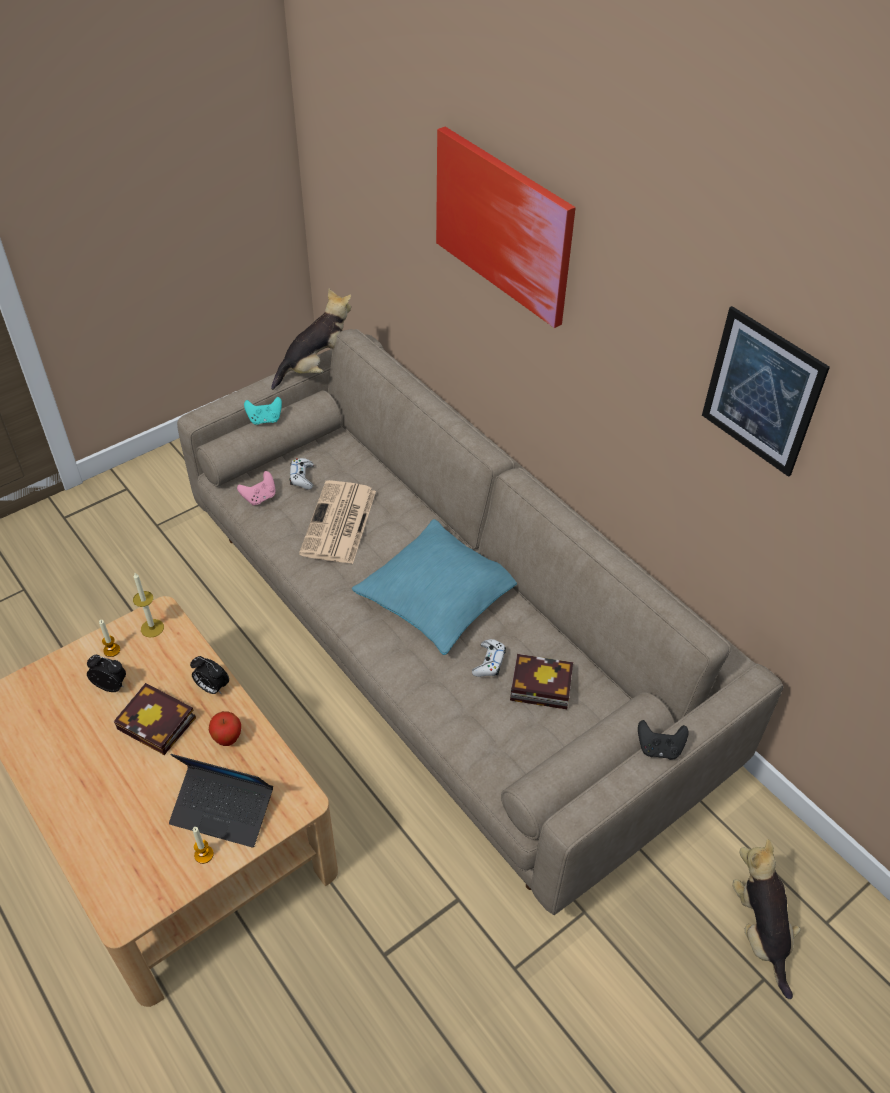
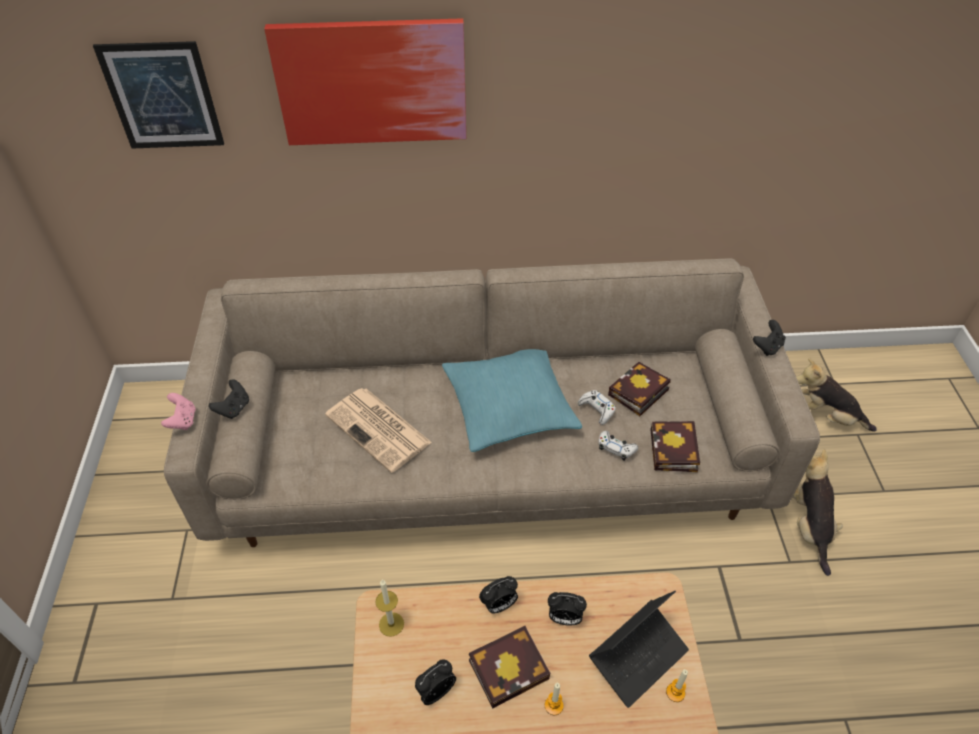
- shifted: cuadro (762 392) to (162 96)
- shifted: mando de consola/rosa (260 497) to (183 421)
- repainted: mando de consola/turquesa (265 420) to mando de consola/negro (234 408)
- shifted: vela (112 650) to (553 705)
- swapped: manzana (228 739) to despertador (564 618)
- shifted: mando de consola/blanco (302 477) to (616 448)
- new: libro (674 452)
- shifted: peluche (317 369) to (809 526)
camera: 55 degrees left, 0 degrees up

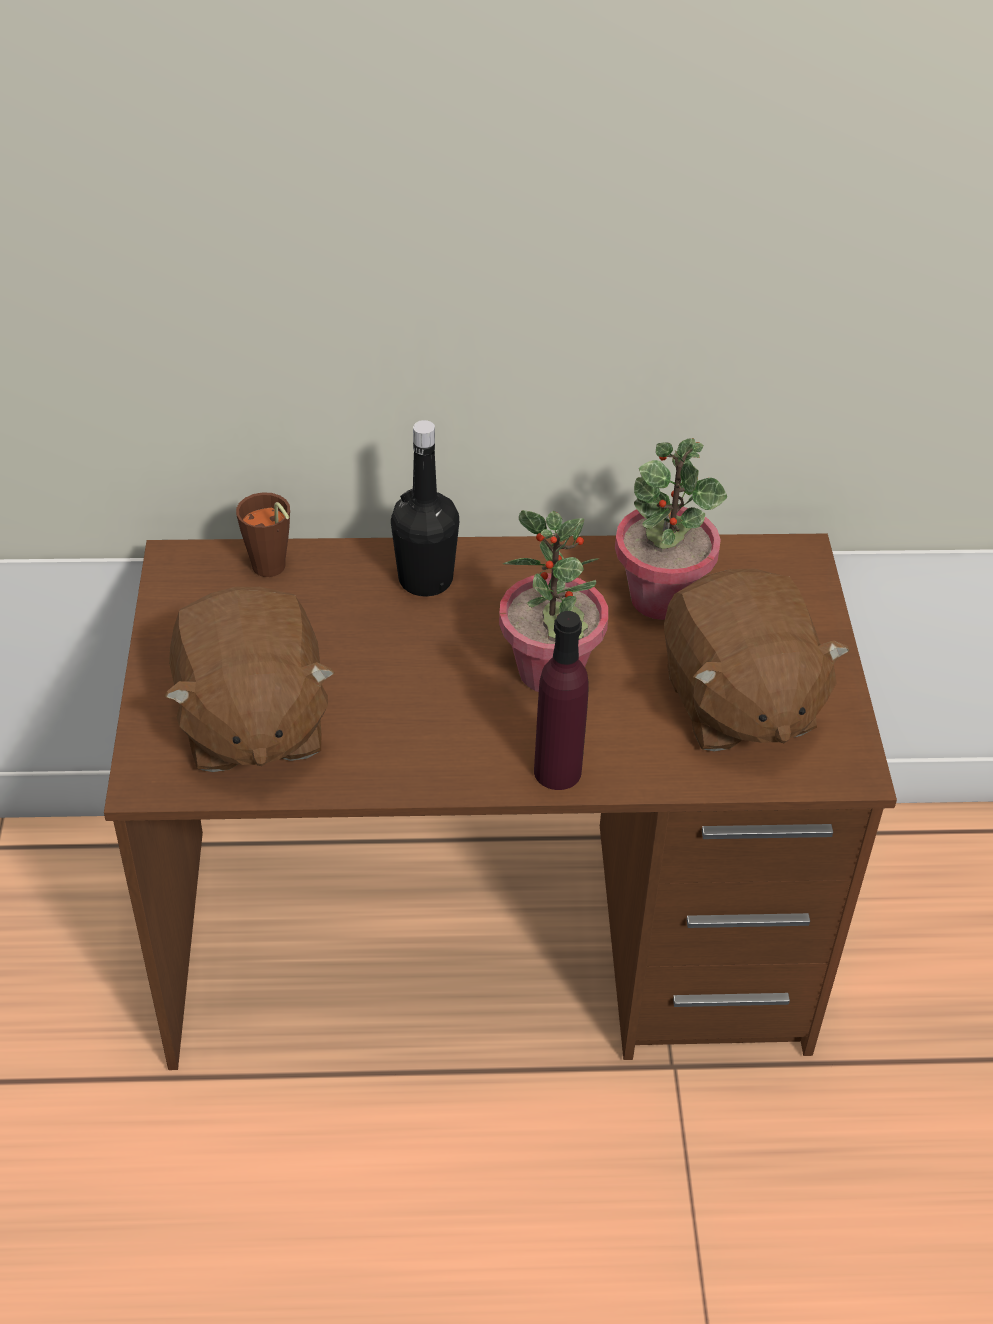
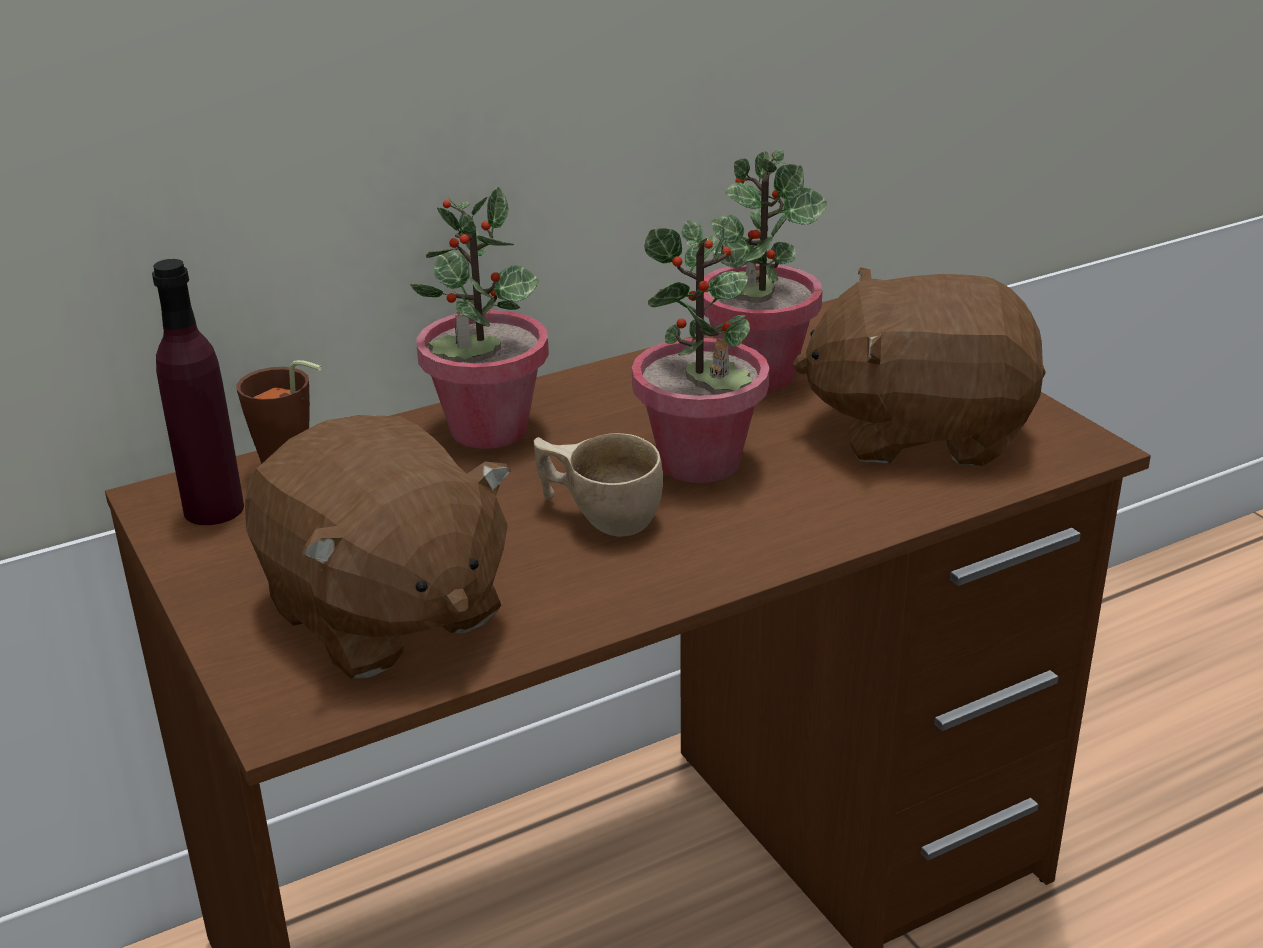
- shifted: botella/morado (557 771) to (214 509)
- swapped: botella/negro (425 579) to planta en maceta (488 430)
- new: taza/beis (599 515)
- rotated: peluche/marrón (737 704) = (919 430) 135 degrees clockwise
camera: 25 degrees left, 15 degrees down

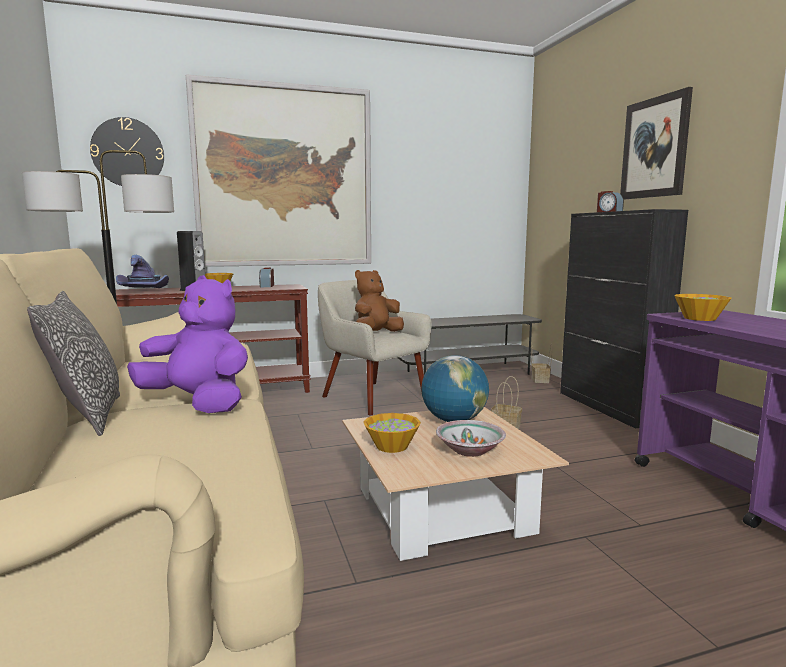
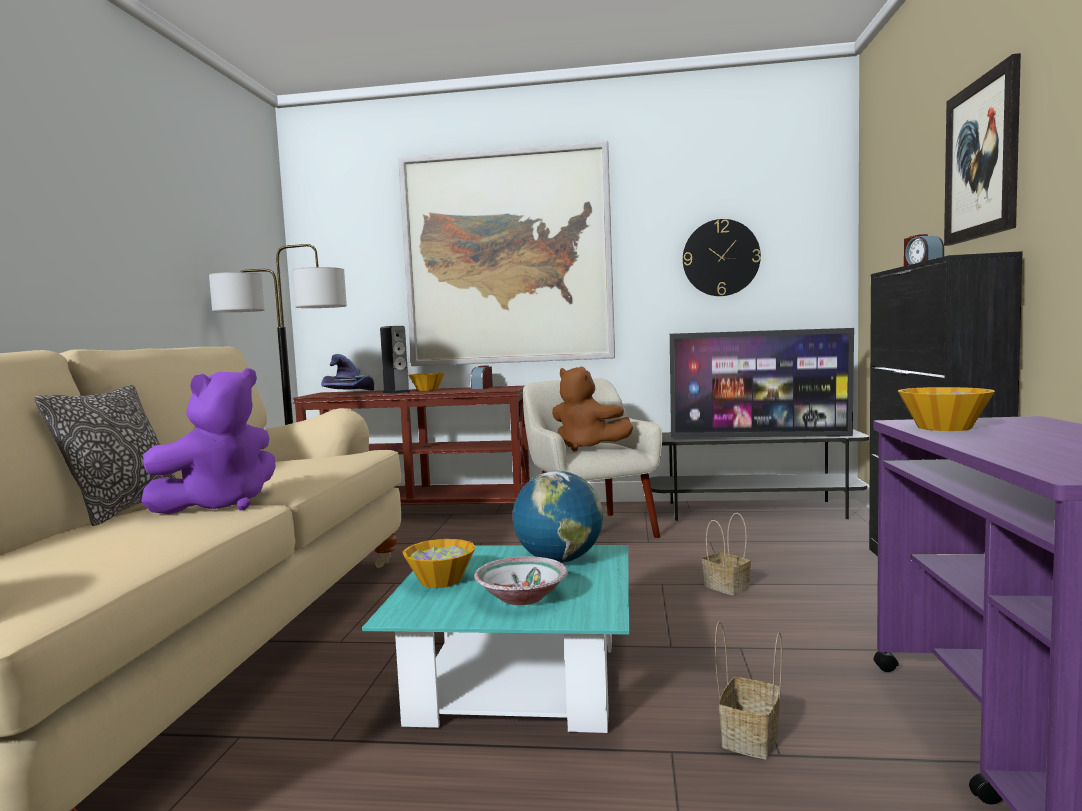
- rotated: peluche/morado (199 404) = (220 505) 75 degrees clockwise
- repainted: mesa de centro/beis (442 510) to mesa de centro/turquesa (518 678)
- rotated: peluche/marrón (376 334) = (587 447) 120 degrees counterclockwise
- new: televisor (759 437)
- shifted: reloj de pared (128 153) to (721 258)
- shifted: cesta (539 380) to (749 736)
camera: 25 degrees right, 5 degrees down

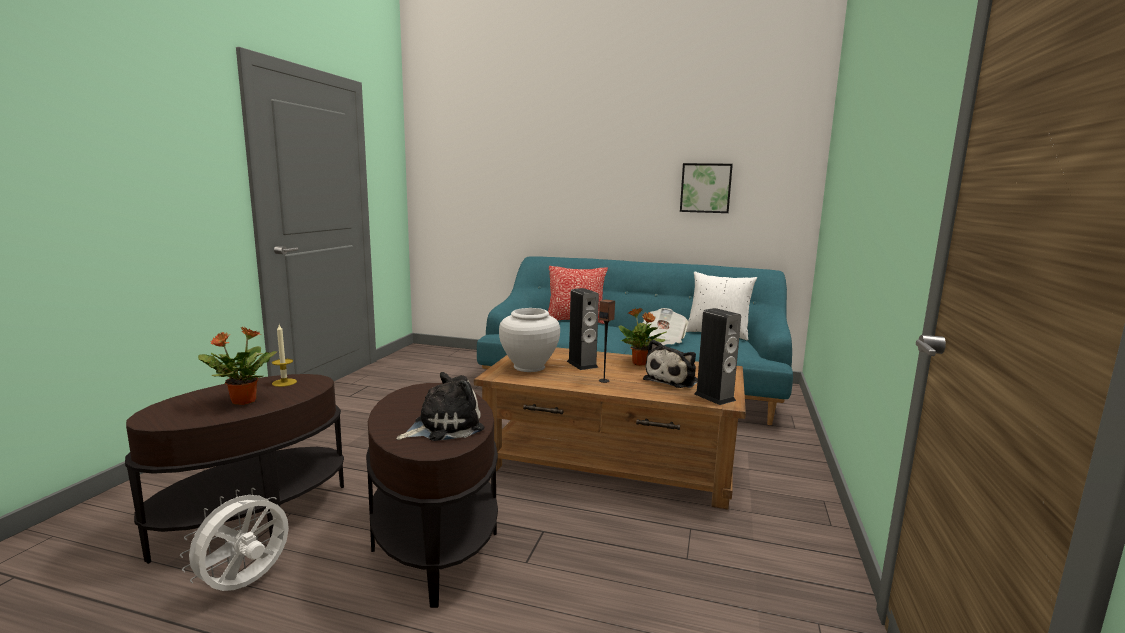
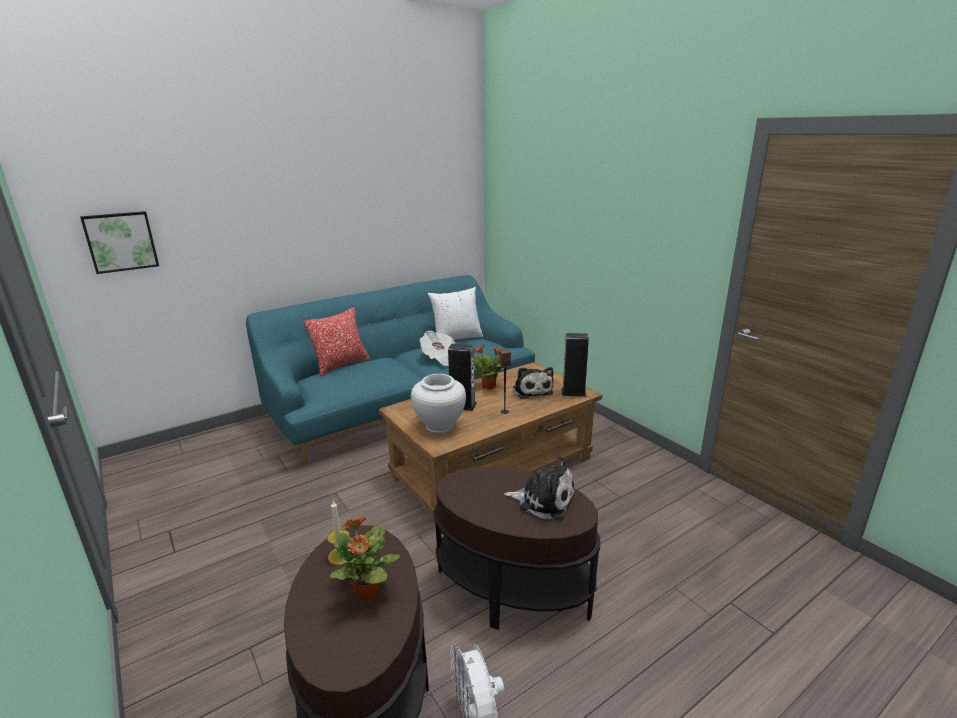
- shifted: cuadro (705 188) to (121 241)
- rotated: peluche (444 426) = (543 500) 105 degrees clockwise
camera: 50 degrees left, 10 degrees up

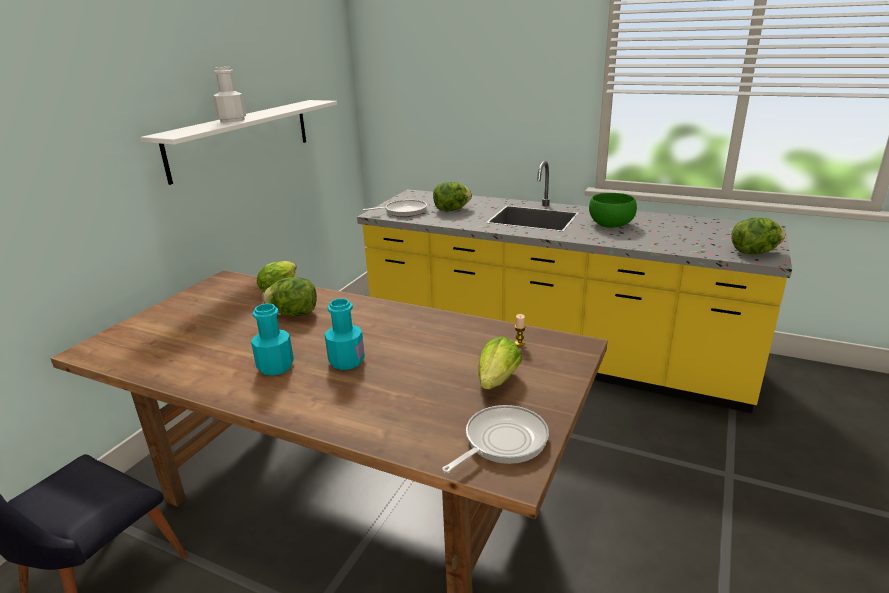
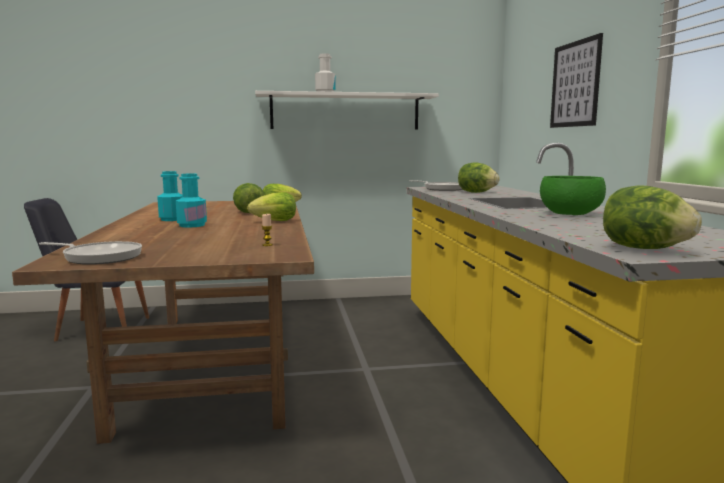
- shifted: lechuga (498 381) to (275 221)
- new: cuadro (575 84)
camera: 55 degrees right, 15 degrees down

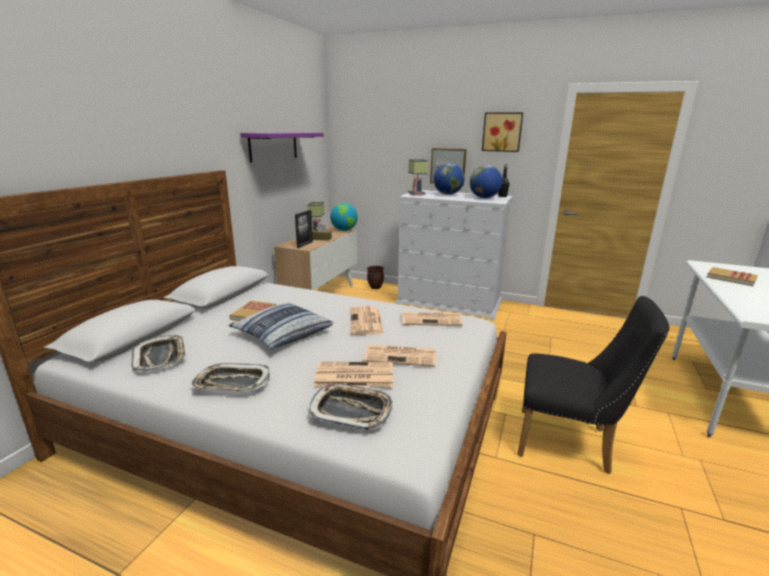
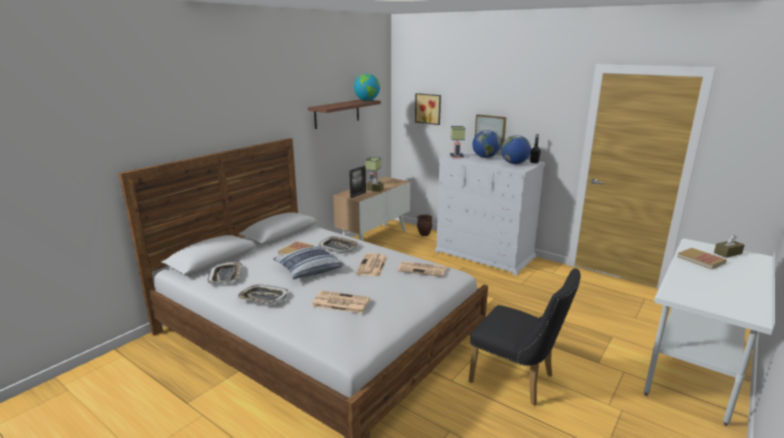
- repainted: estante/morado (273 146) to estante/marrón (337 113)
- shifted: bandeja (351 411) to (339 247)
- shifted: globo terráqueo (344 230) to (367 100)
- shifted: cuadro (502 132) to (428 108)
- new: caja de pañuelos/marrón (727 253)
- gone: periódico (401 356)
camera: 15 degrees right, 0 degrees up

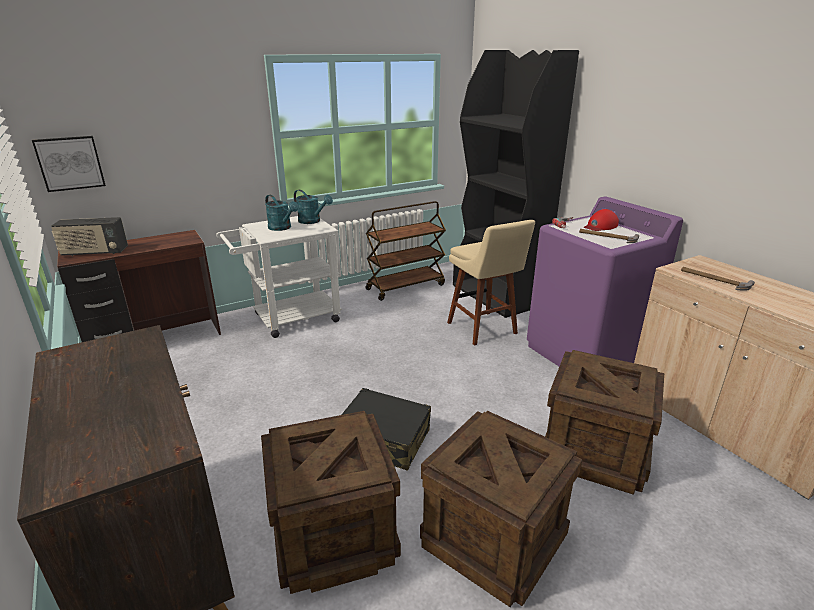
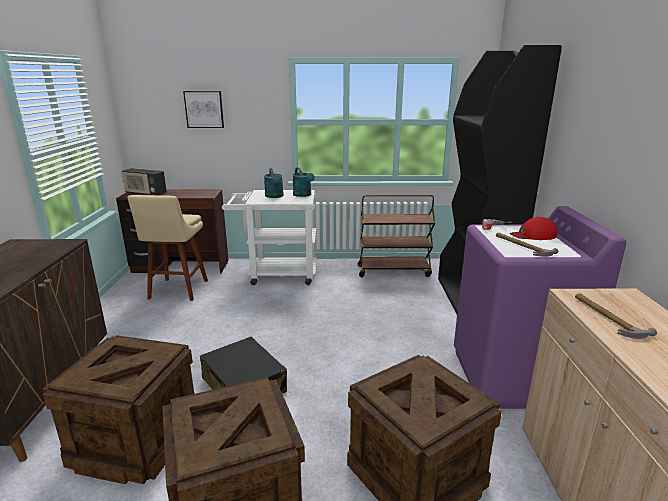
- shifted: taburete/beis (483 329) to (177 291)
- shifted: cuadro (70 163) to (204 109)
camera: 30 degrees right, 5 degrees down

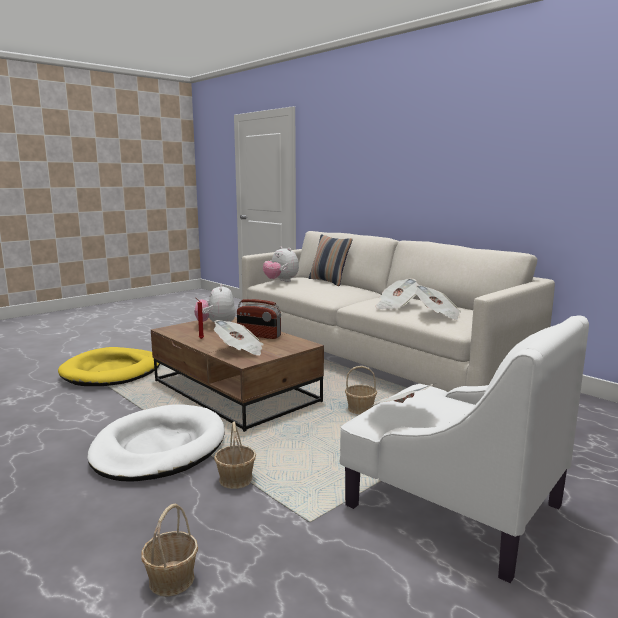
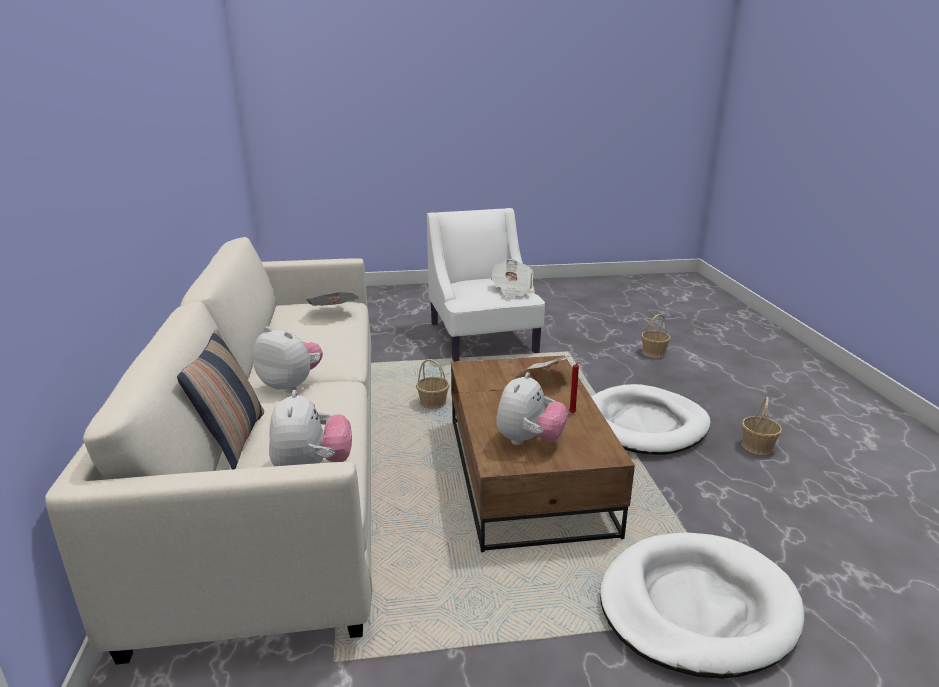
- new: peluche (291 385)
- repainted: cama para perro/amarillo (112 371) to cama para perro/blanco (696 607)
- shifted: cesta (235 479) to (757 446)
- gone: radio (258 335)
- gone: periódico (396 306)
camera: 145 degrees left, 10 degrees up

